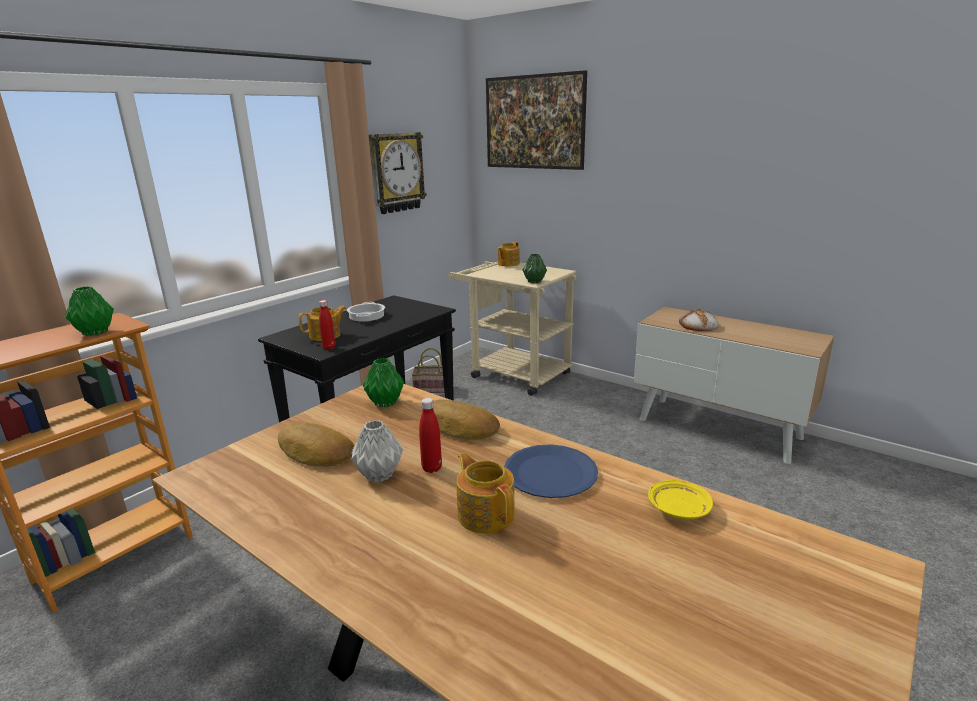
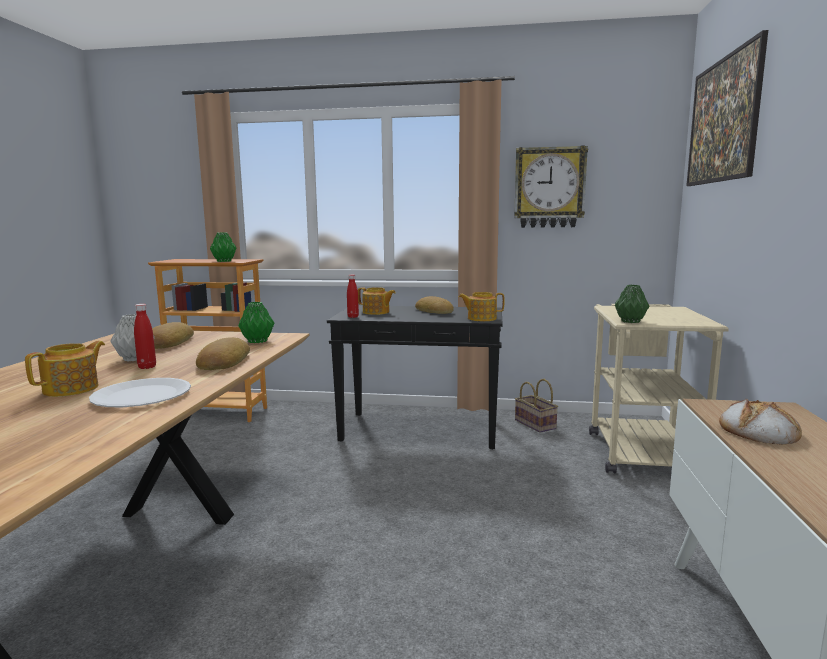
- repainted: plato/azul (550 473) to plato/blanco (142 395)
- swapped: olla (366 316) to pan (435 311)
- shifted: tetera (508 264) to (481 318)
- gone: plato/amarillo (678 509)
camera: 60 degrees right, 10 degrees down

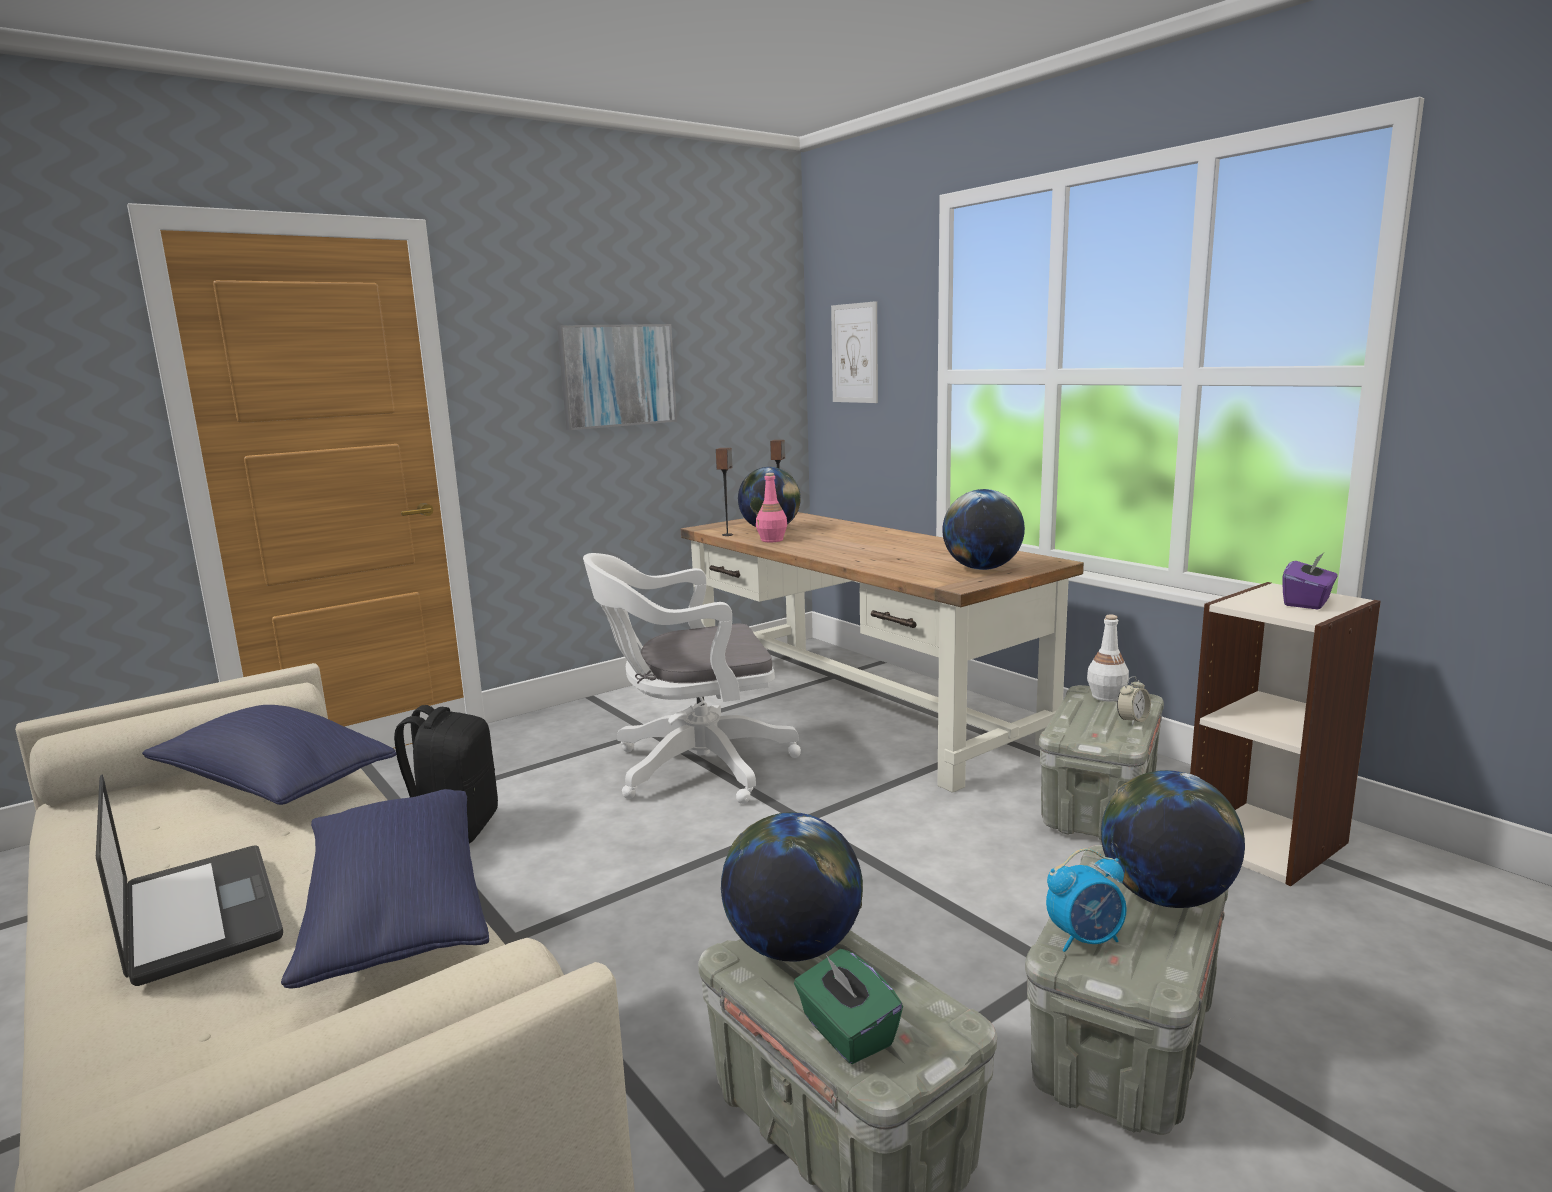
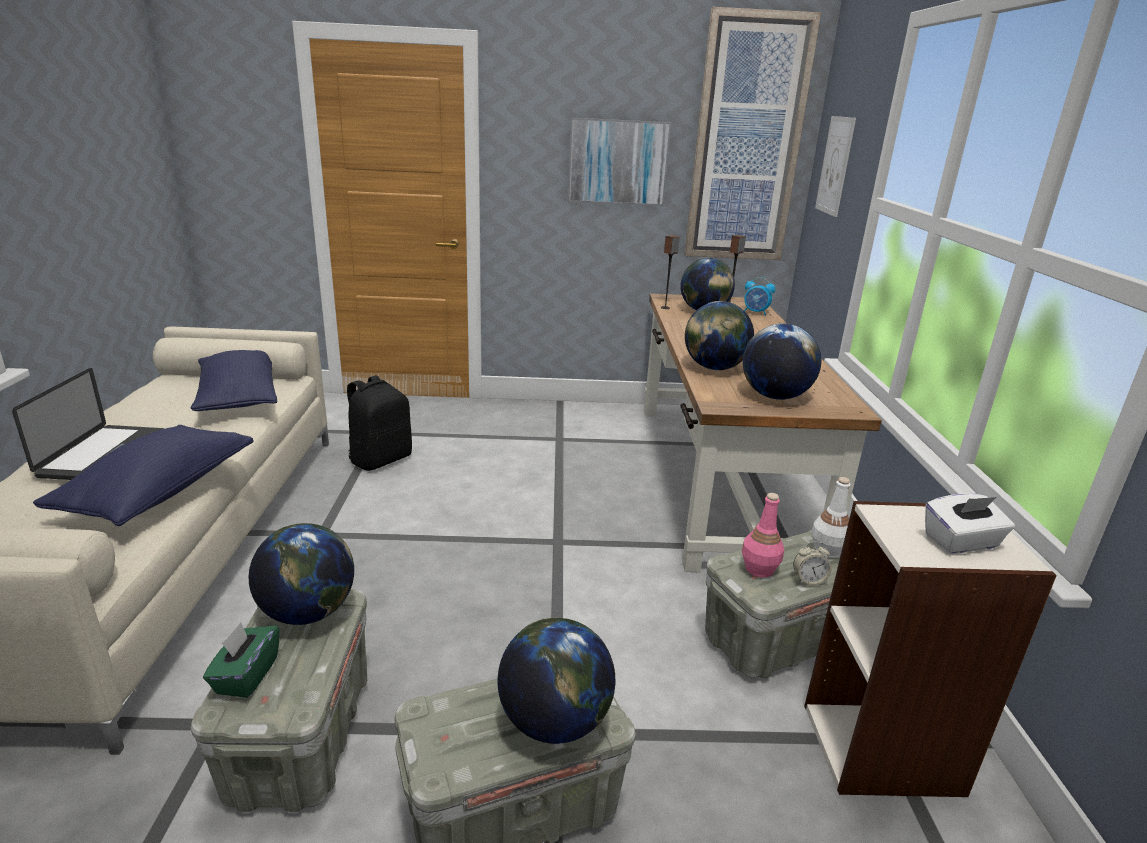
- new: cuadro (747 141)
- new: globo terráqueo (714 368)
- shifted: botella/rosa (772 540) to (759 569)
- shifted: despertador (1085 939) to (755 313)
- repainted: caja de pañuelos/morado (1307 602) to caja de pañuelos/blanco (961 542)
- gone: silla de oficina/blanco (693 767)
camera: 35 degrees right, 10 degrees up

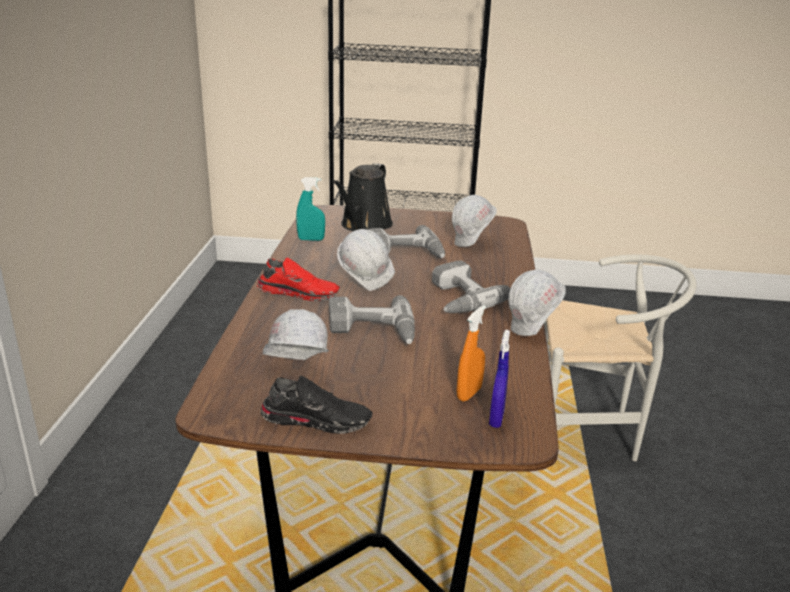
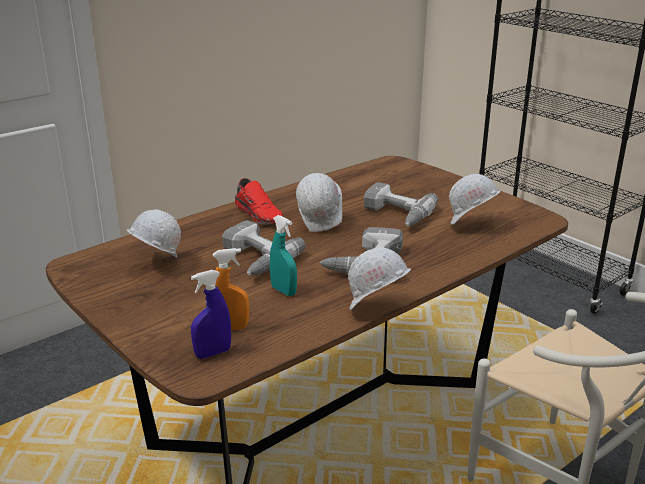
- shifted: pulverizador/turquesa (311 239) to (283 291)
- gone: zapato/negro (317 419)
- gone: regadera/negro (364 225)
camera: 45 degrees right, 0 degrees up

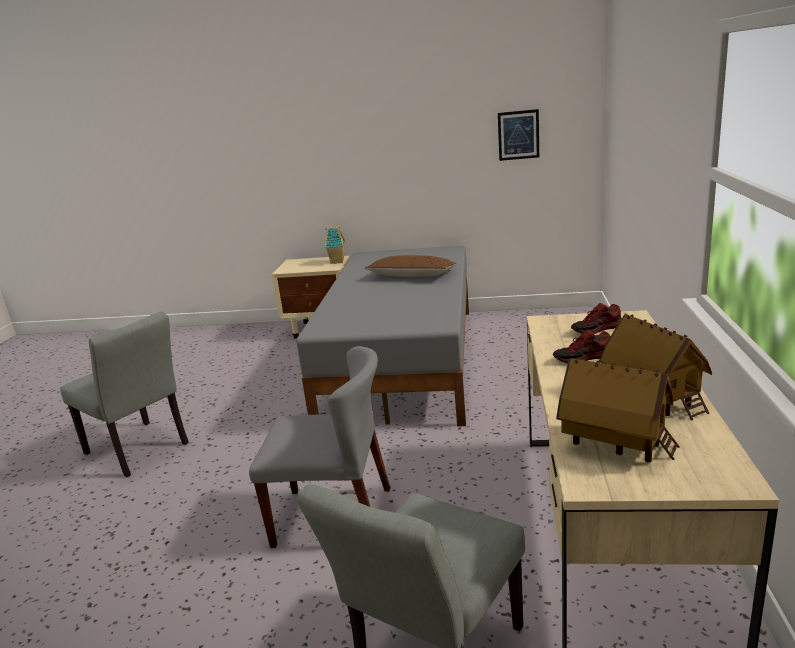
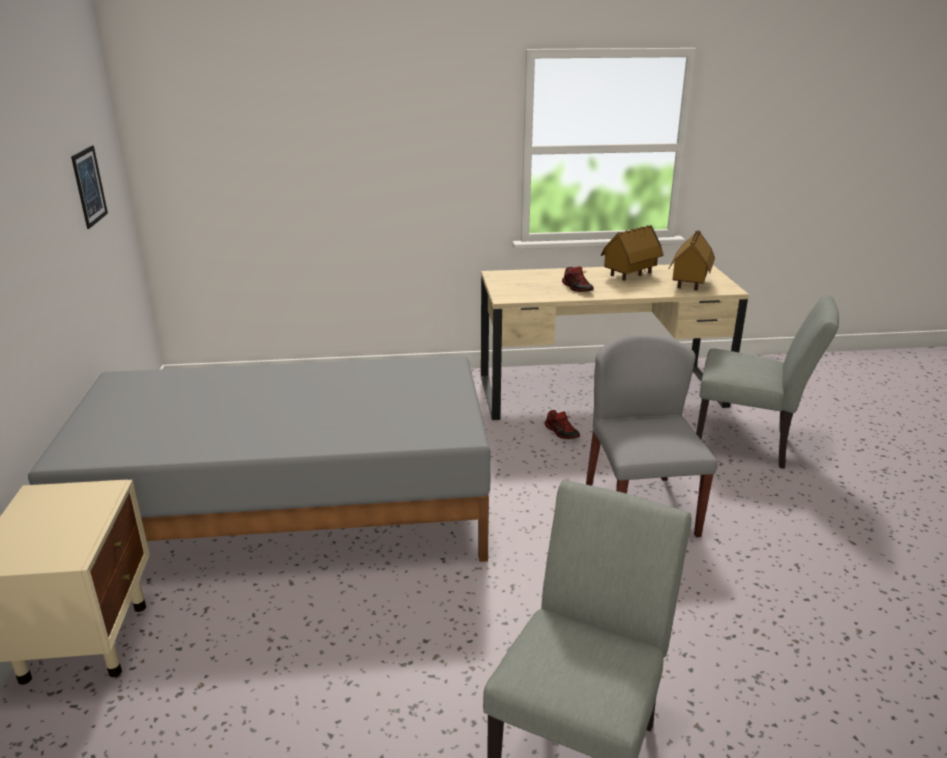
- shifted: zapato (597 329) to (562 432)
- gone: casita (337 262)
- gone: cojín/marrón (411 275)
camera: 105 degrees left, 5 degrees up

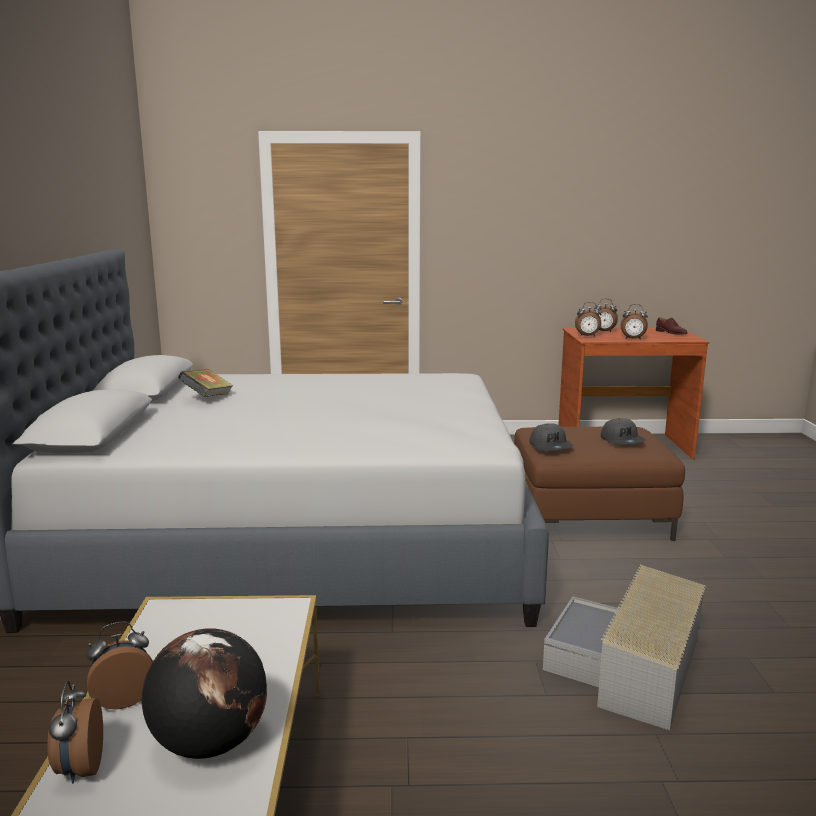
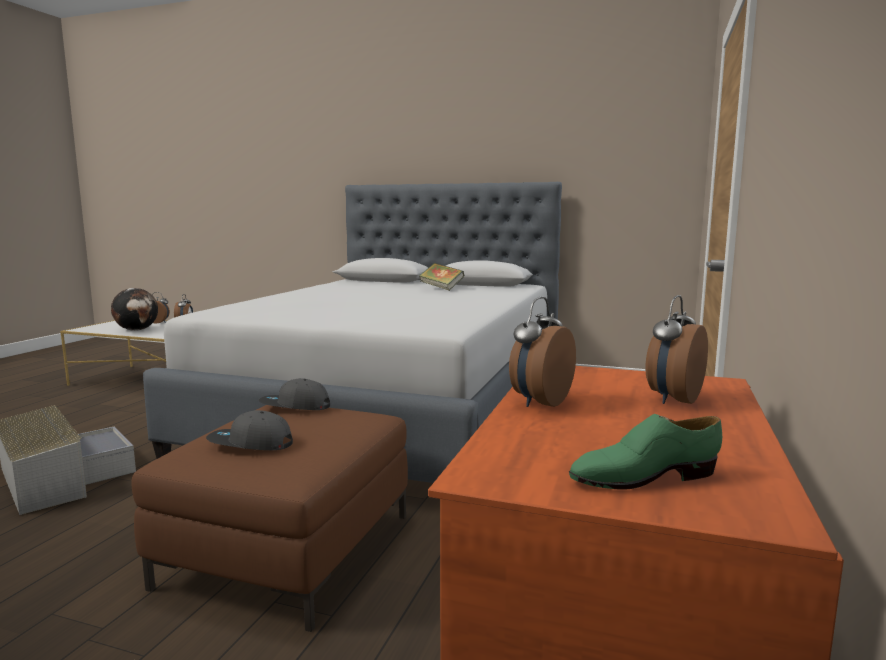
- repainted: zapato/marrón (670 333) to zapato/verde (643 477)
- gone: despertador (587 336)
camera: 110 degrees right, 5 degrees down

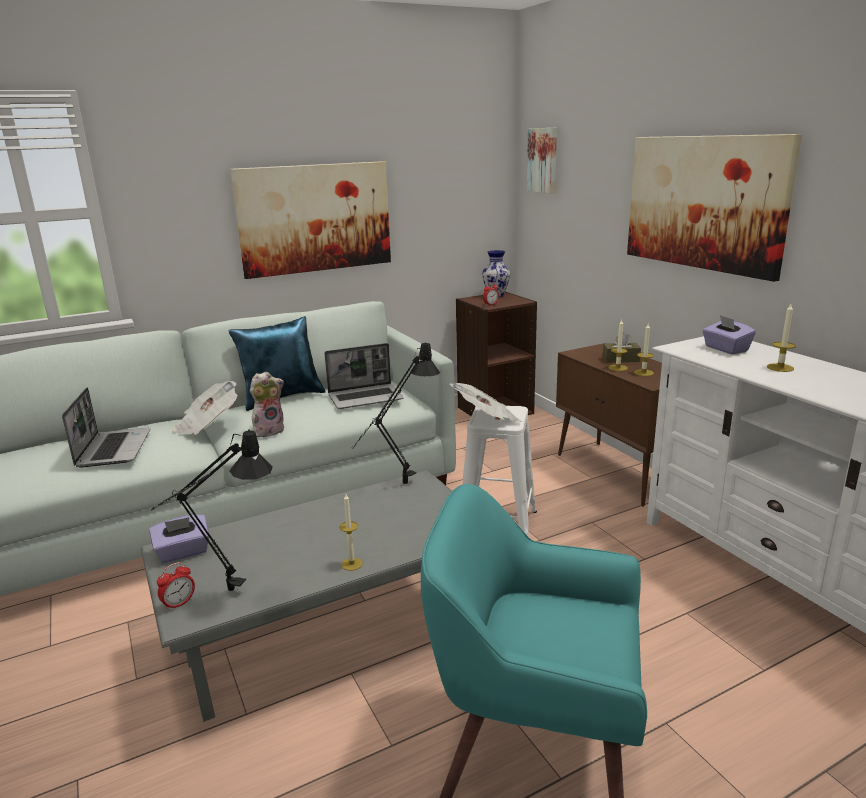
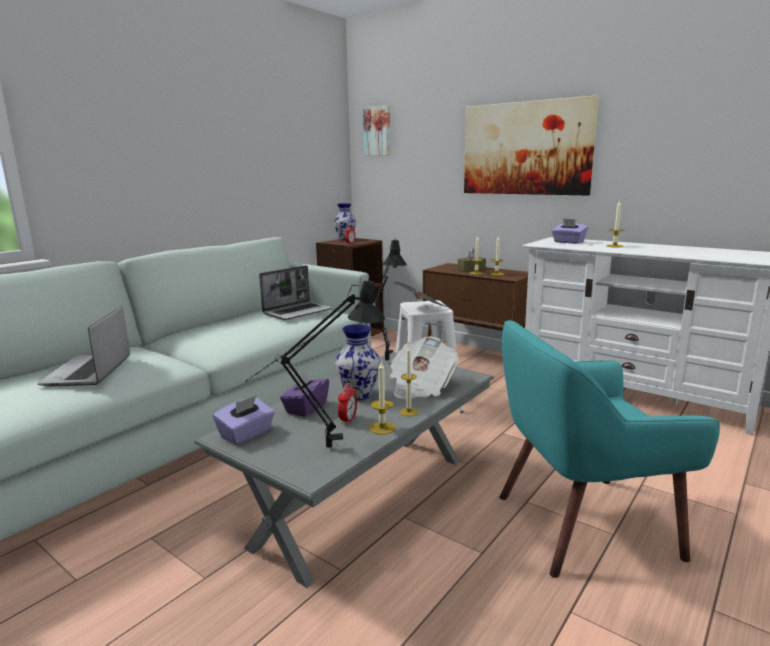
- rotated: portátil (113 449) = (89 372) 150 degrees counterclockwise
- new: caja de pañuelos/morado (306 408)
- new: florero (359 395)
- shifted: despertador (179 604) to (348 420)
- new: vela (382 428)
- shifted: periódico (207 425) to (421 386)
- gone: cojín/azul (282 398)
- gone: cuadro (315 218)
- gone: peluche (269 430)
camera: 25 degrees left, 5 degrees down

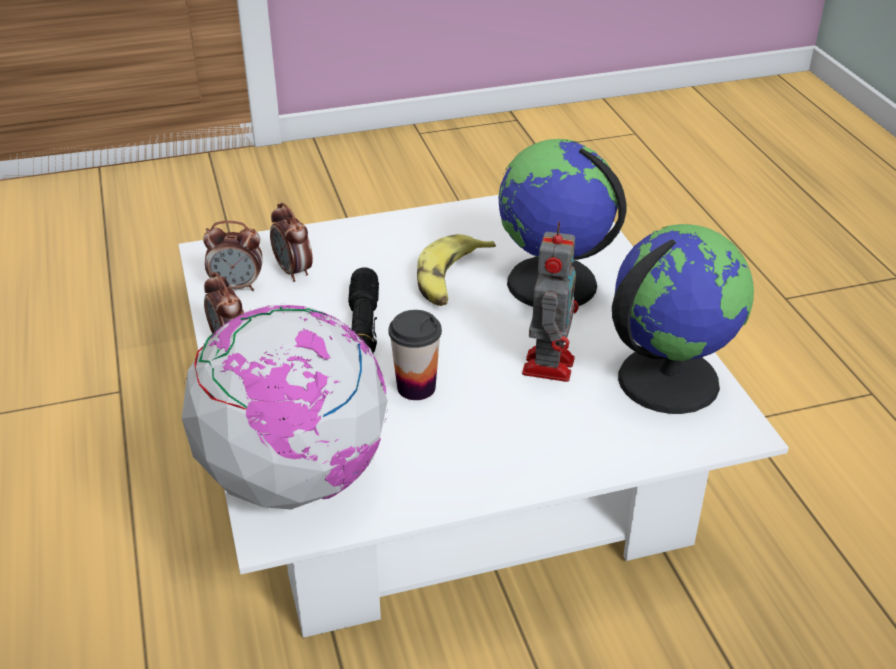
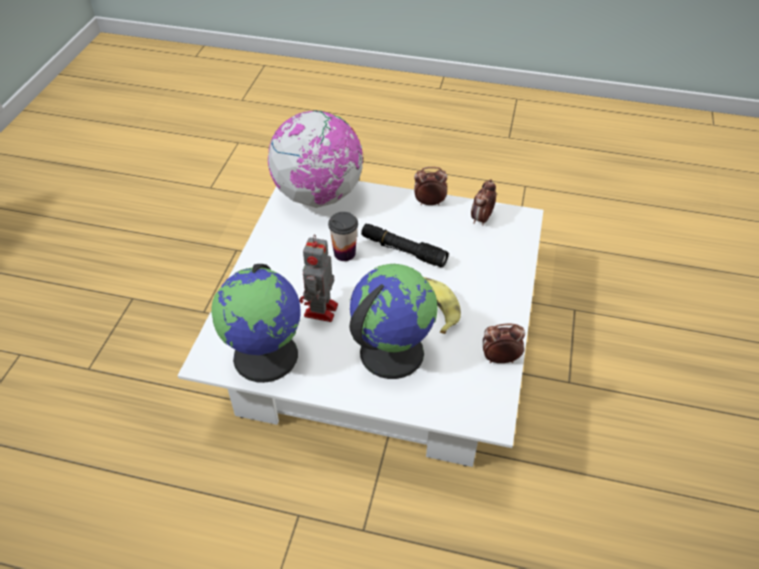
- rotated: robot de juguete (549 364) = (320 311) 60 degrees clockwise
- shifted: despertador (294 271) to (499 359)
camera: 120 degrees right, 10 degrees up

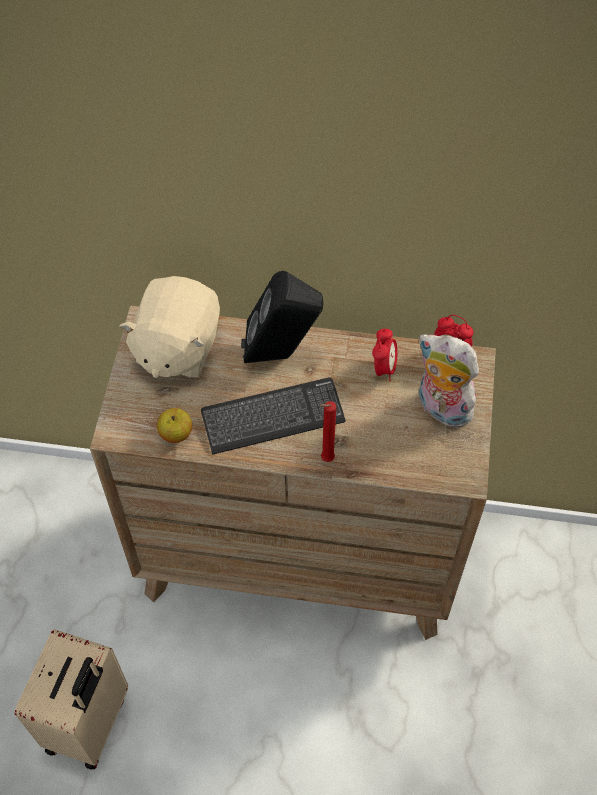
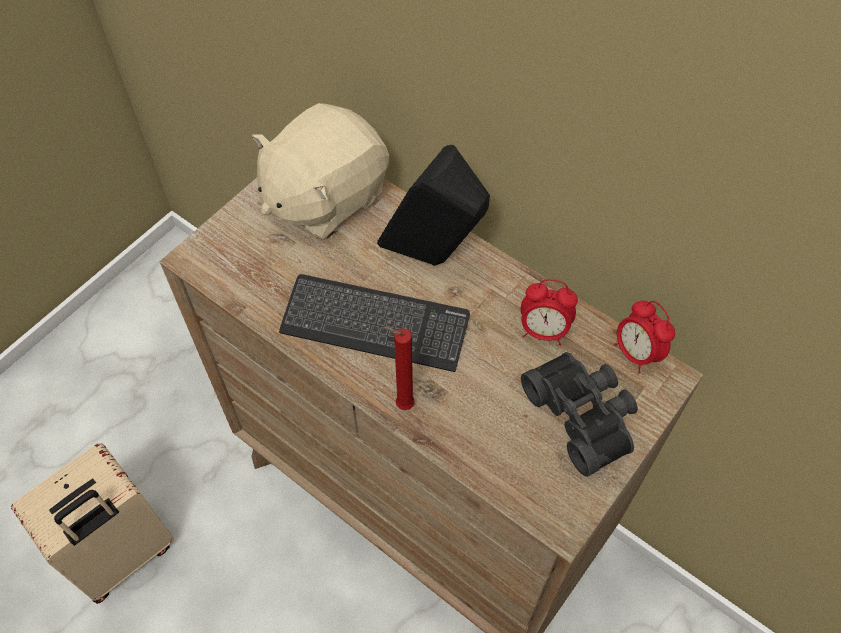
- rotated: despertador (383 368) = (543 331) 60 degrees clockwise
- swapped: peluche (440 408) to prismáticos/negro (583 415)
- gone: manzana (176 433)
camera: 30 degrees right, 0 degrees up

